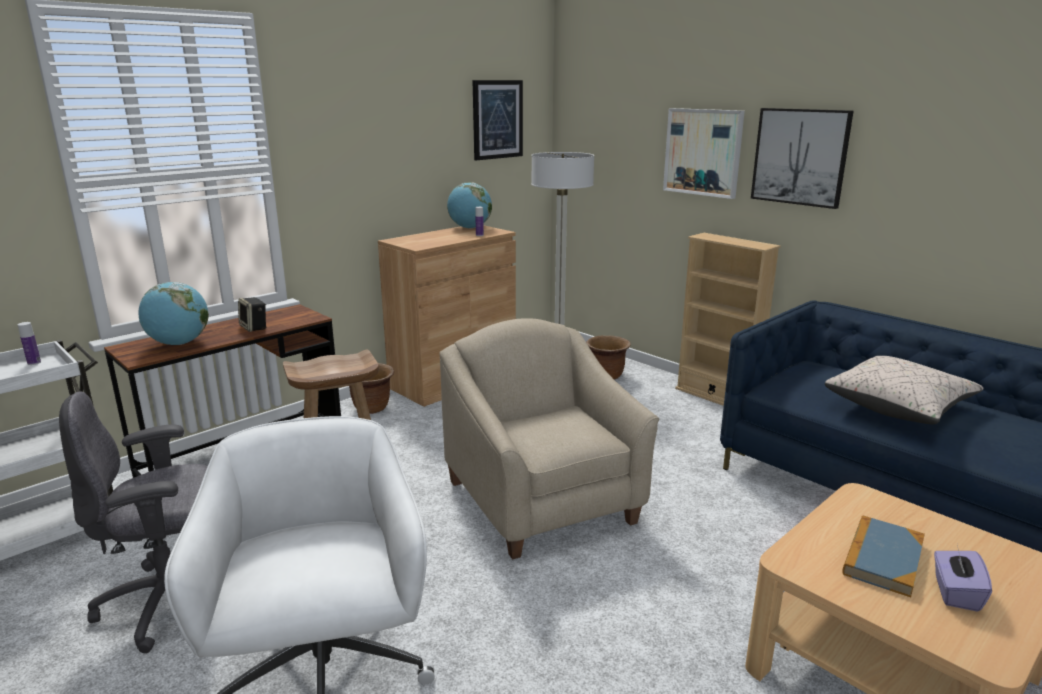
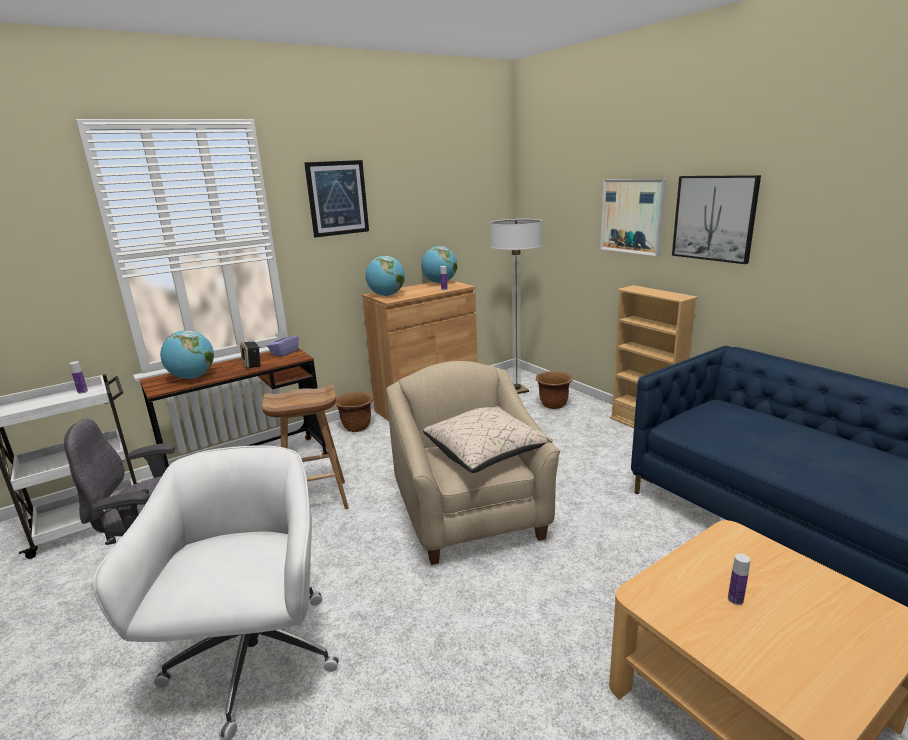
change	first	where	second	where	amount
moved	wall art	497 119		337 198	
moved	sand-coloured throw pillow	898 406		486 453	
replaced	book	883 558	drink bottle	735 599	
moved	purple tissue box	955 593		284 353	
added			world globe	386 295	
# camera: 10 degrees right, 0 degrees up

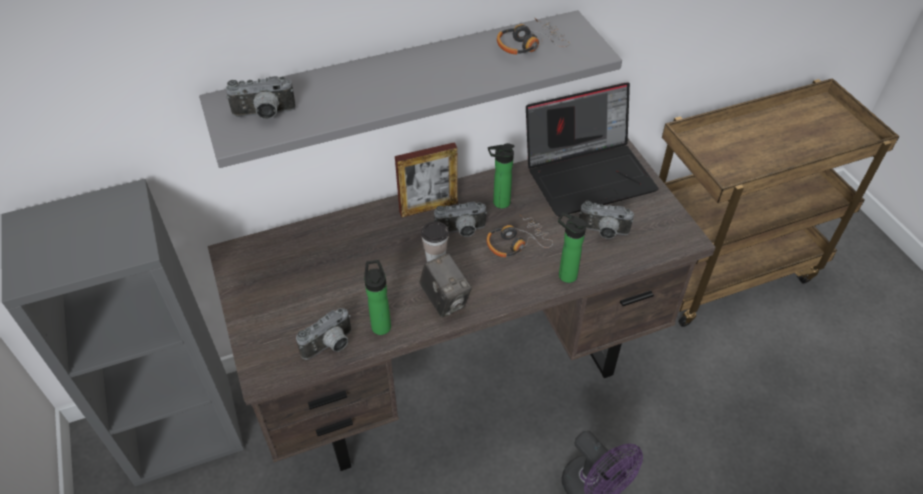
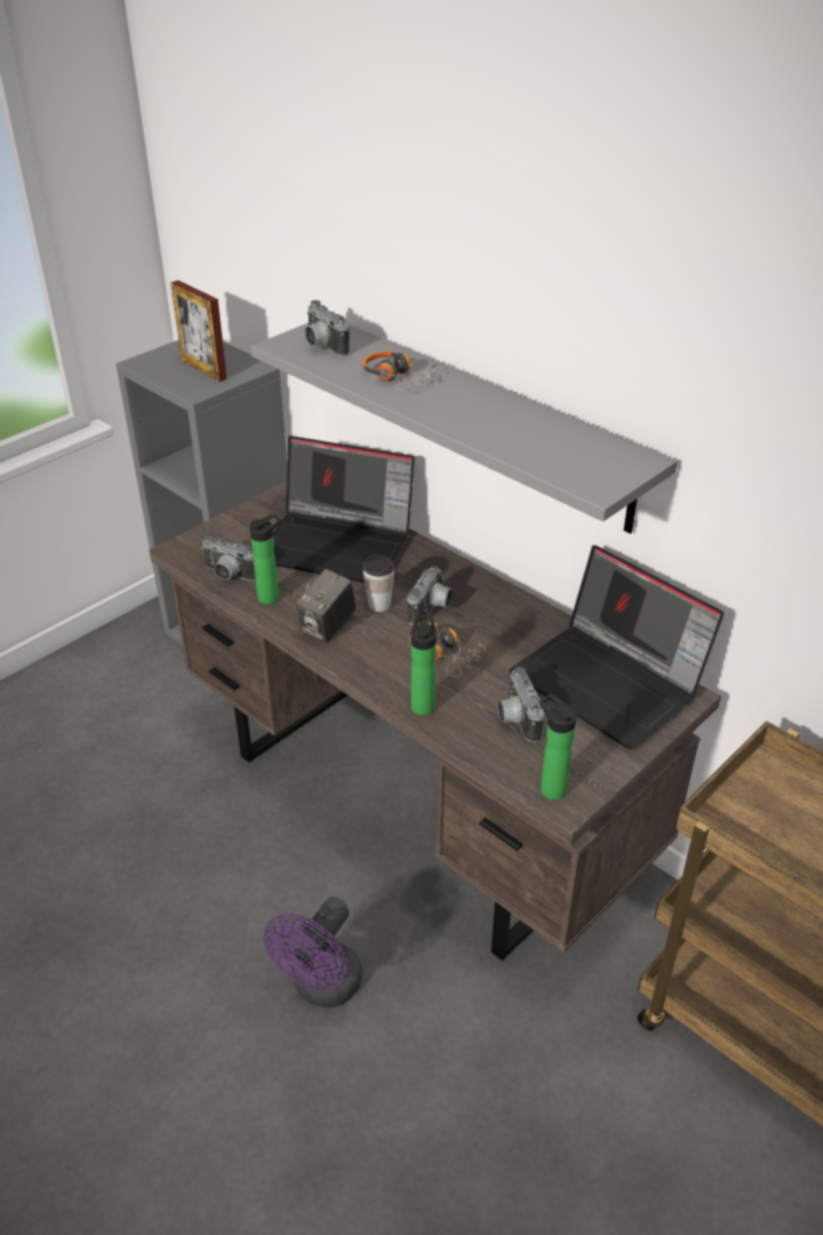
change	first	where	second	where	amount
moved	picture frame	428 207		204 369	
turned	still camera	461 232		432 610	120 degrees counterclockwise
moved	drink bottle	498 203		550 788	
moved	headphones	529 45		398 378	
added			notebook computer	338 545	
# camera: 65 degrees right, 10 degrees down

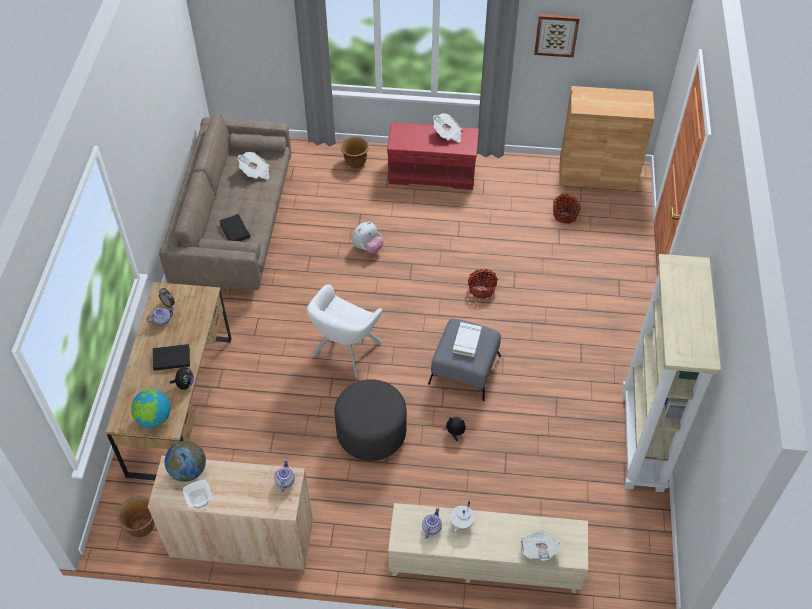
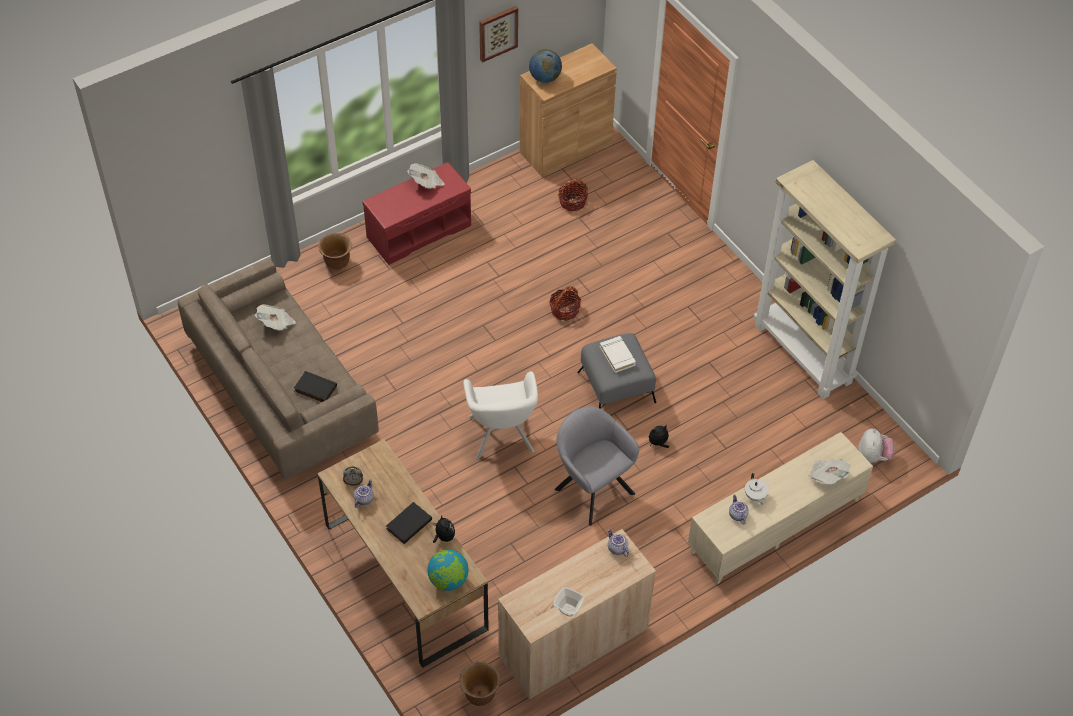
change	first	where	second	where	amount
moved	world globe	188 471		545 78	
replaced	greyish footrest	371 432	greyish lounge chair	592 488	
moved	plush toy	367 247		873 456	
# camera: 40 degrees left, 0 degrees up

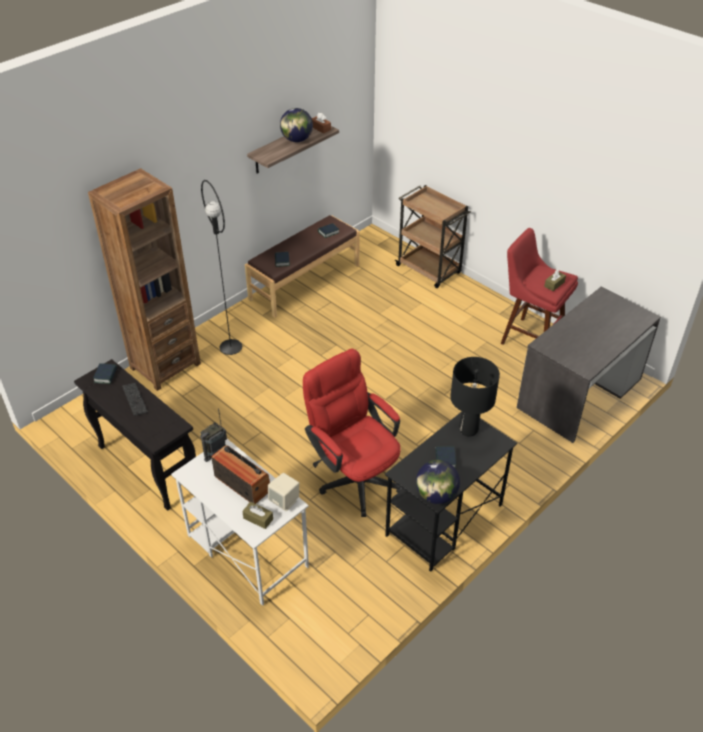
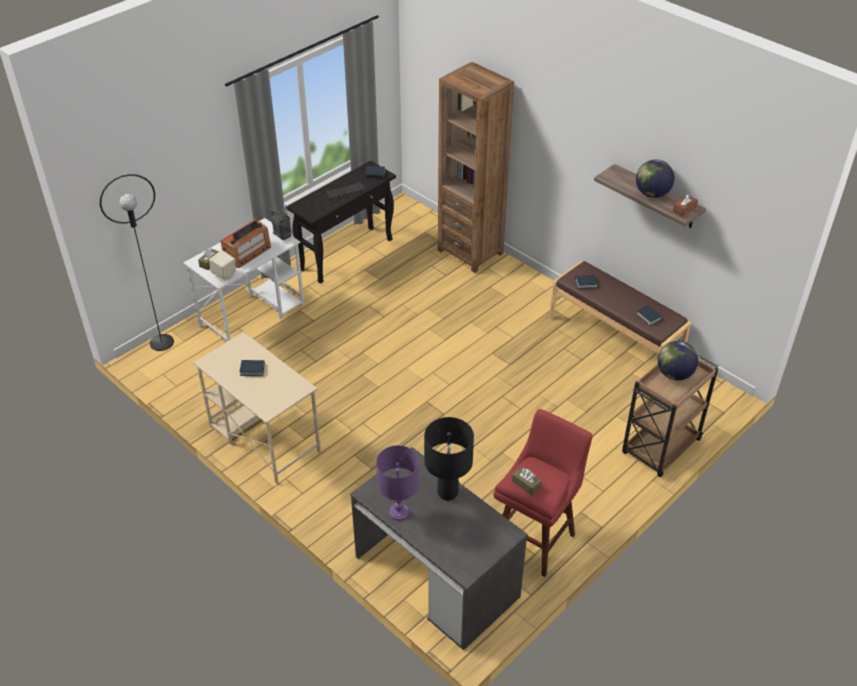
change	first	where	second	where	amount
moved	blackish floor lamp	230 347		162 342	
removed	red-coloured desk chair	354 476			
recoloured	blackish desk unit	444 521	sand-coloured desk unit	264 439	
moved	world globe	436 495		674 374	
moved	blackish table lamp	468 429		448 493	
added			purple table lamp	399 512	
# camera: 90 degrees right, 0 degrees up

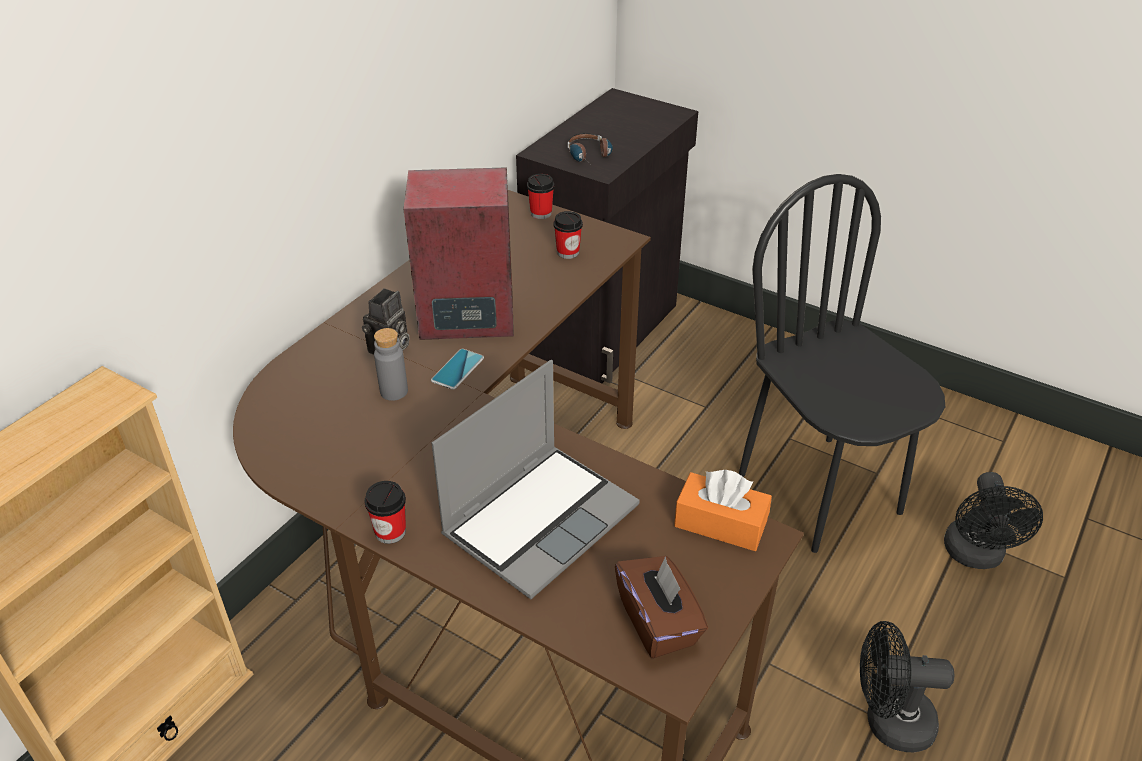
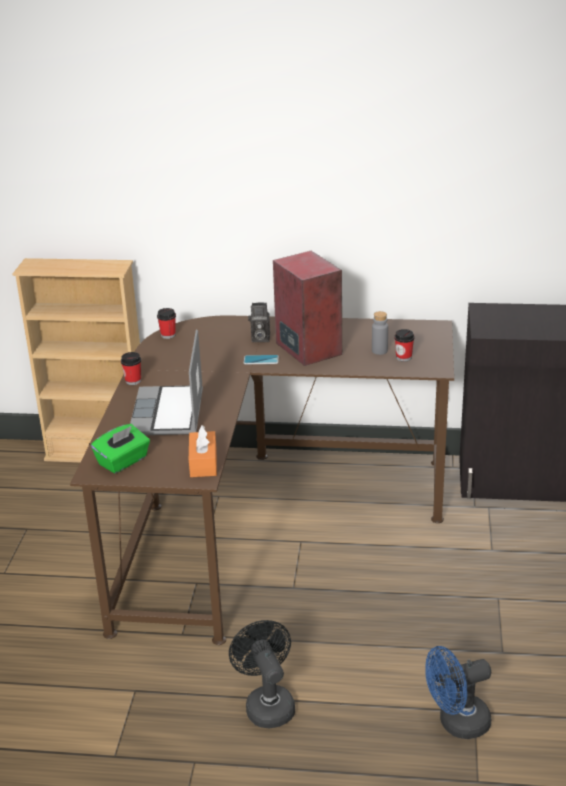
change	first	where	second	where	amount
moved	greyish drink bottle	394 391		379 351	
turned	notebook computer	540 519		169 414	75 degrees clockwise
moved	drinking cup	541 213		168 335	
removed	headphones	591 157			
recoloured	brownish tissue box	658 622	green-coloured tissue box	123 461	
removed	blackish plain chair	820 492			
recoloured	blackish cooling fan	975 556	bluish cooling fan	457 723	
# camera: 65 degrees right, 10 degrees down

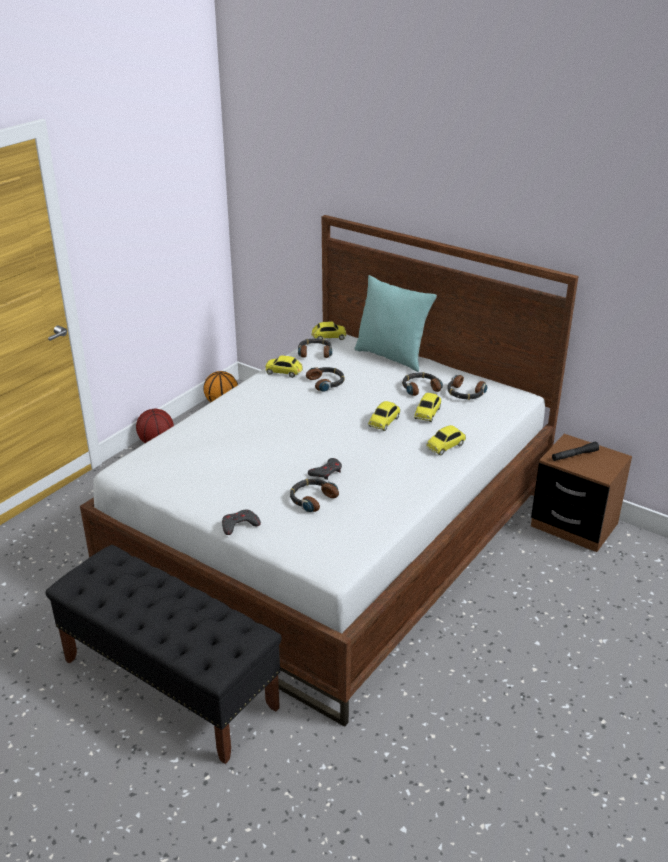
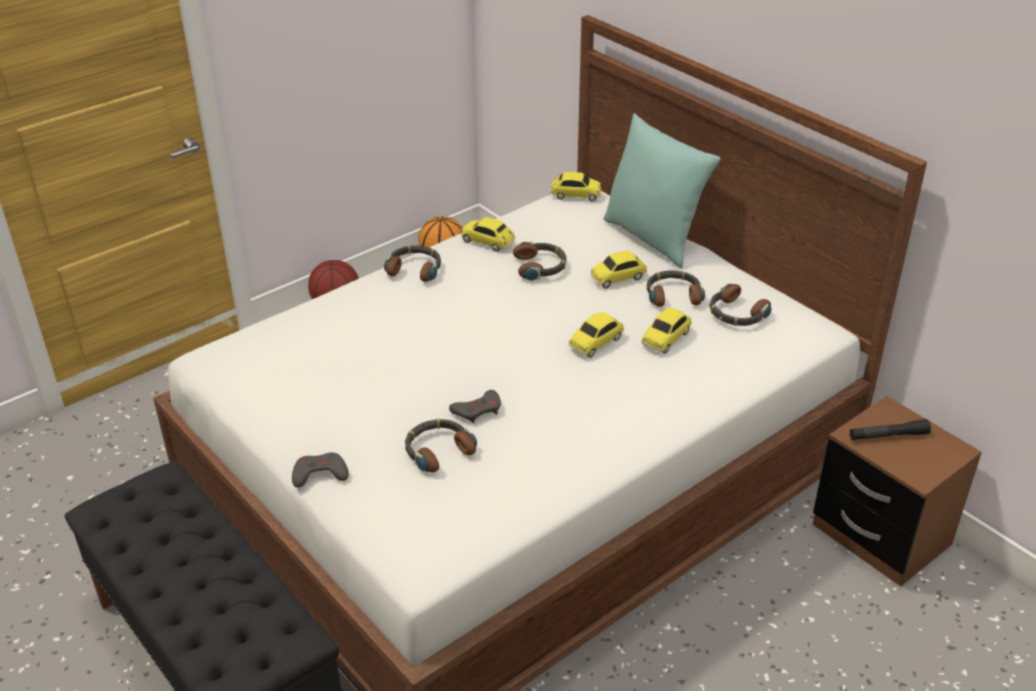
change	first	where	second	where	amount
moved	headphones	315 352		415 269	
moved	toy car	445 446		618 277	
# camera: 15 degrees right, 5 degrees up

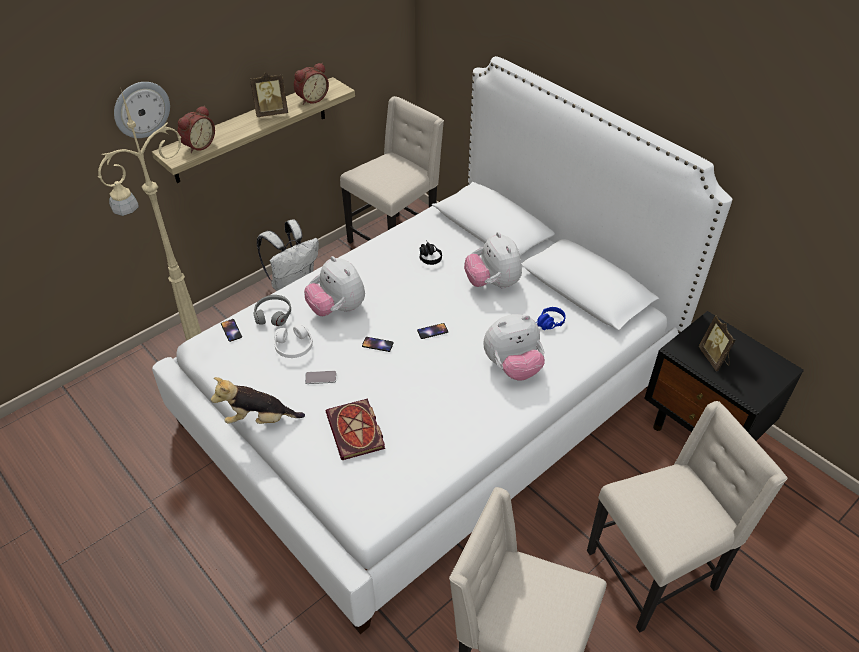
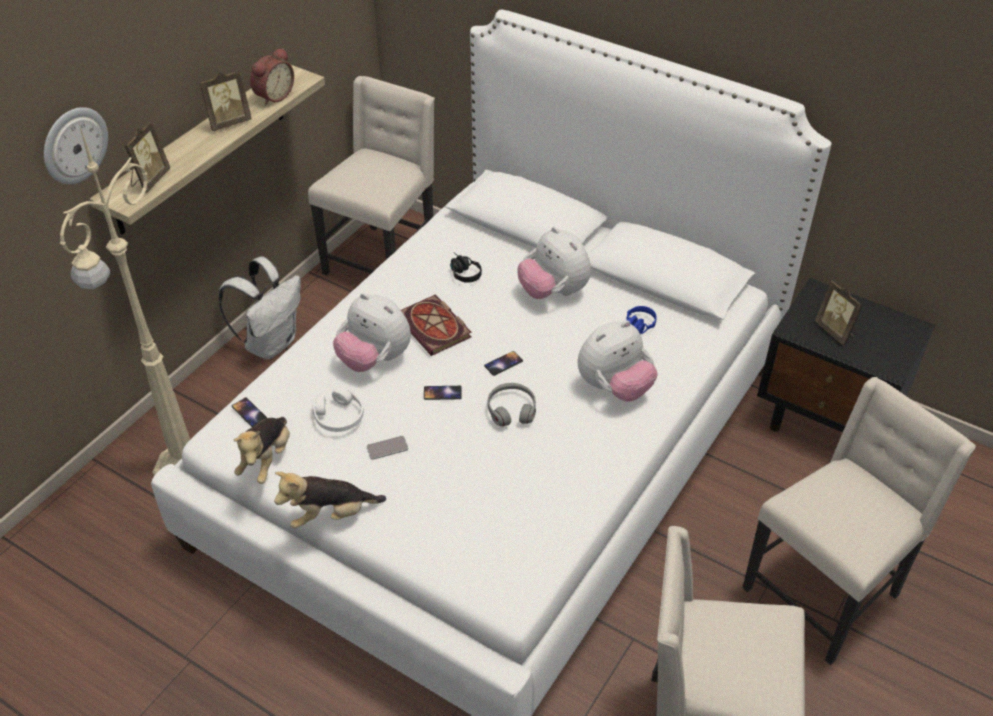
change	first	where	second	where	amount
replaced	alarm clock	198 145	picture frame	150 180	
moved	greyish headphones	273 314		511 410	
moved	book	357 432		435 328	
added			plush toy	267 459	
# camera: 15 degrees left, 0 degrees up

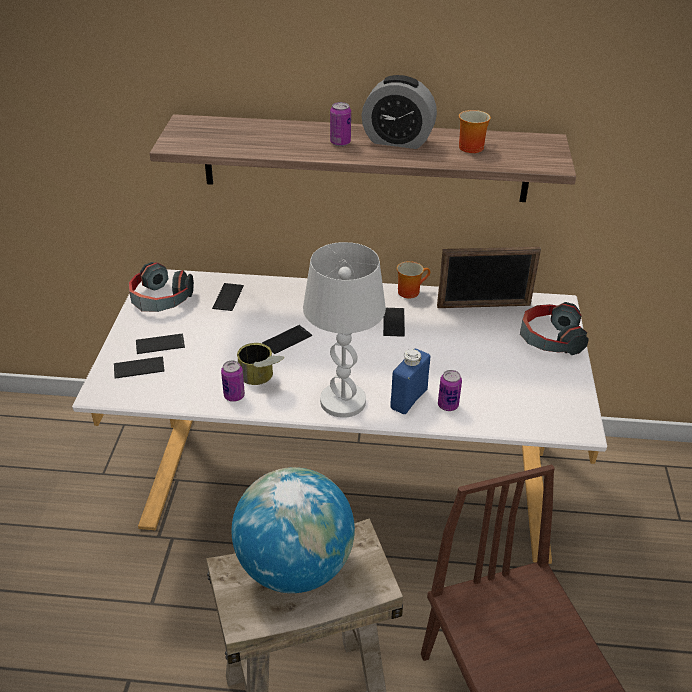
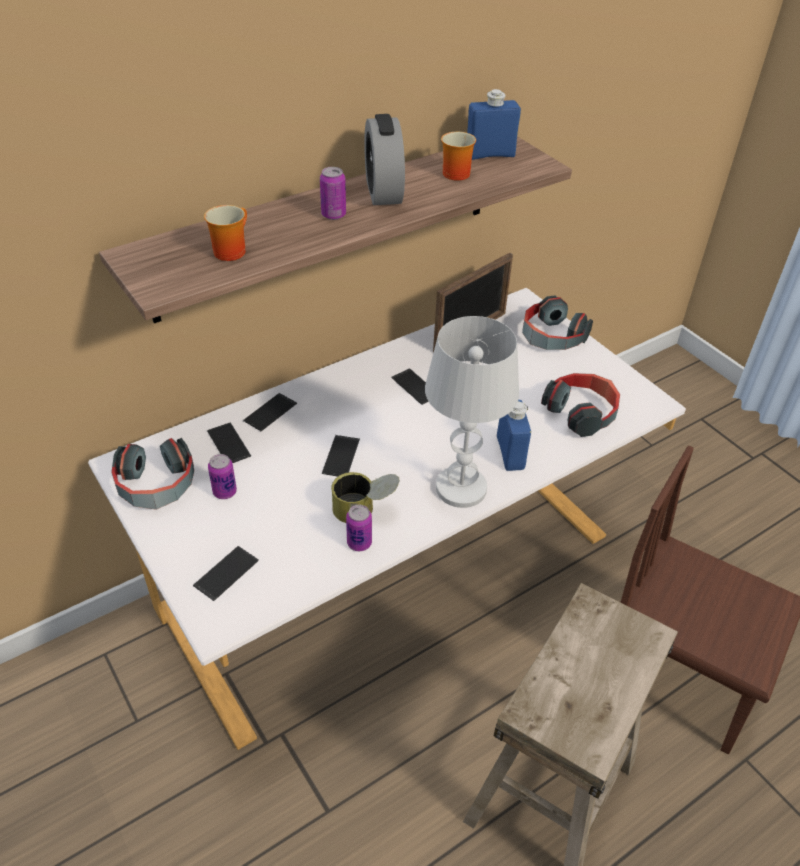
change	first	where	second	where	amount
moved	telephone	160 344		270 412	
removed	world globe	294 567			
turned	alarm clock	397 141		383 192	105 degrees clockwise
moved	coffee mug	410 291		229 250	
moved	can	448 405		225 492	
added			bluish drink bottle	490 155	
added			headphones	581 412	
# camera: 40 degrees left, 5 degrees up

